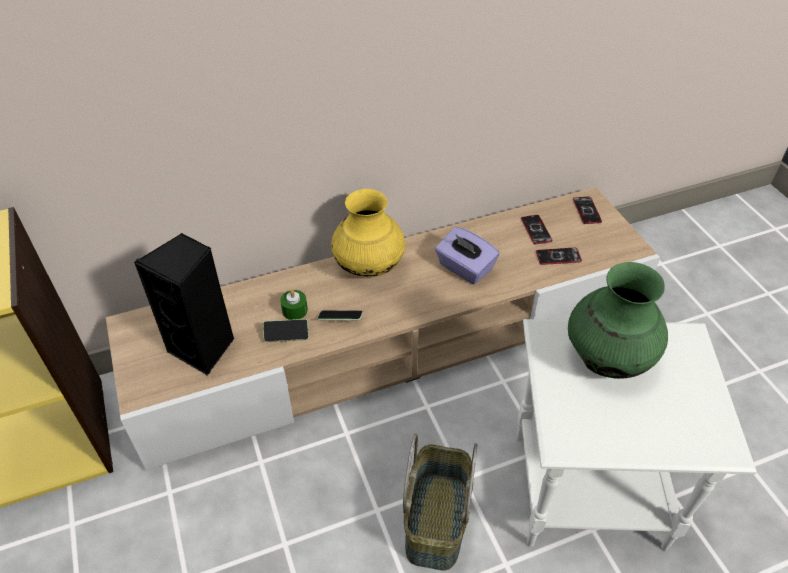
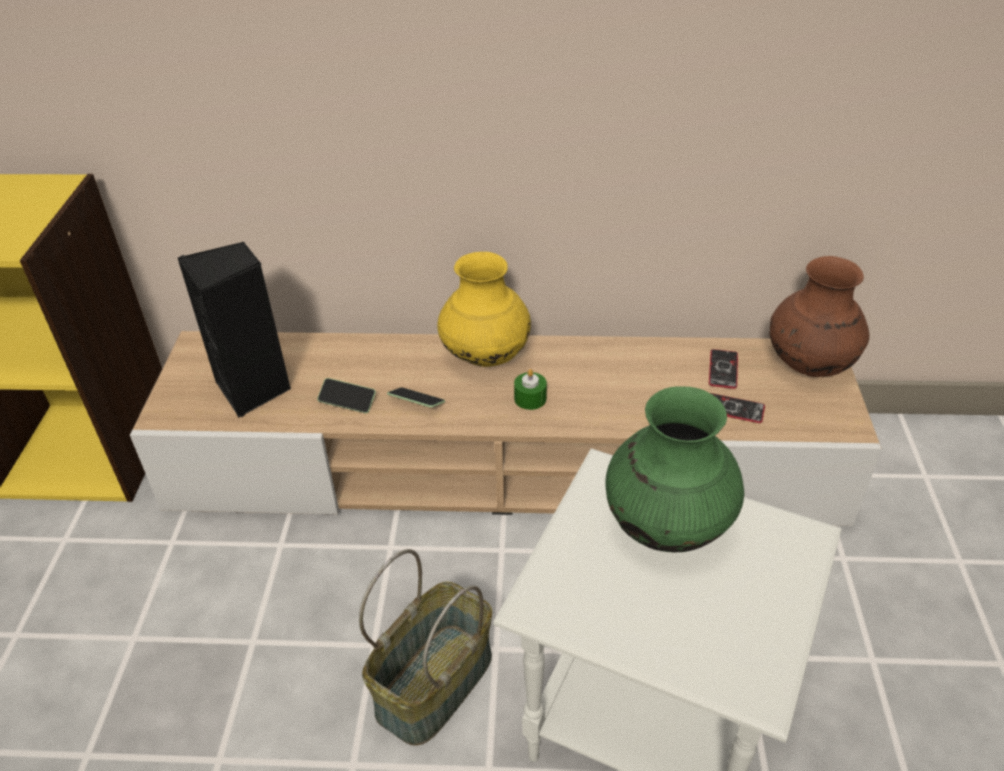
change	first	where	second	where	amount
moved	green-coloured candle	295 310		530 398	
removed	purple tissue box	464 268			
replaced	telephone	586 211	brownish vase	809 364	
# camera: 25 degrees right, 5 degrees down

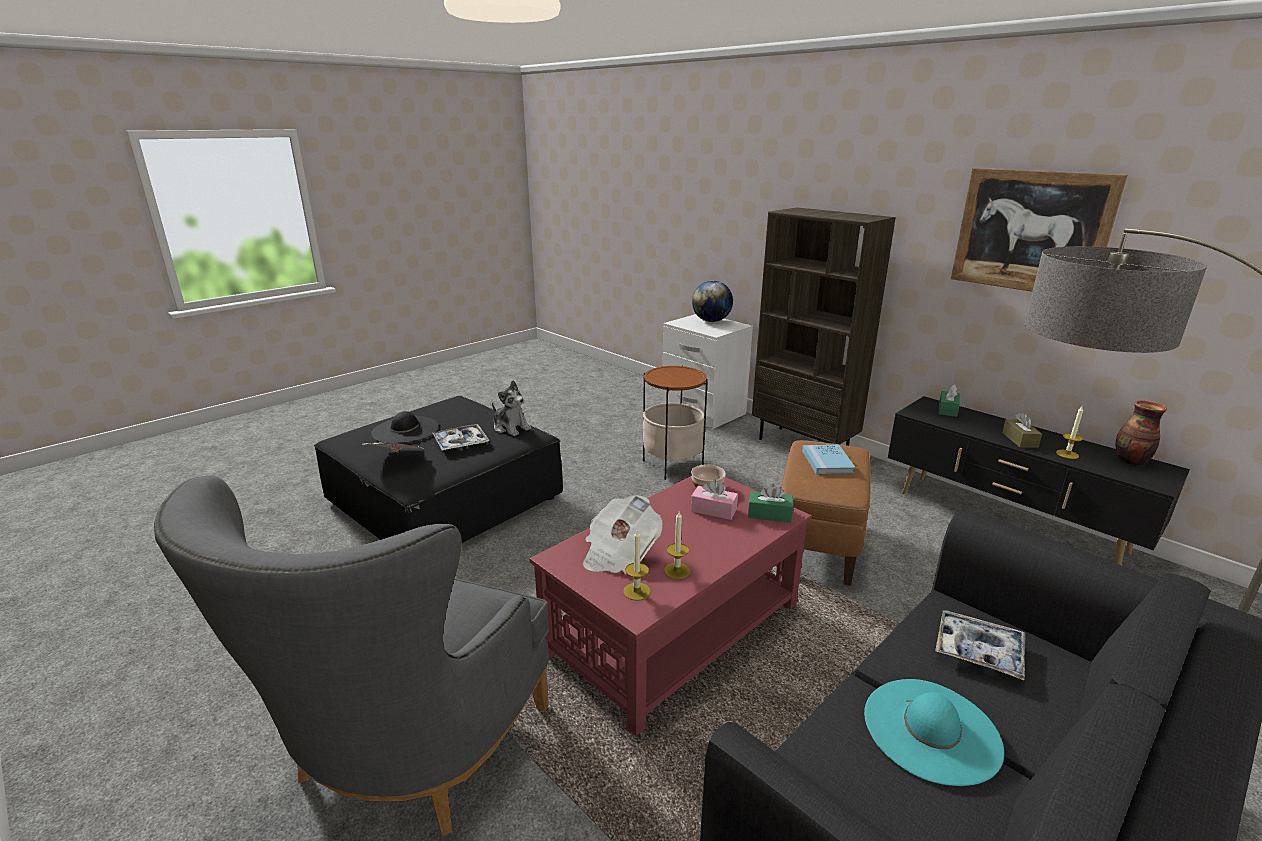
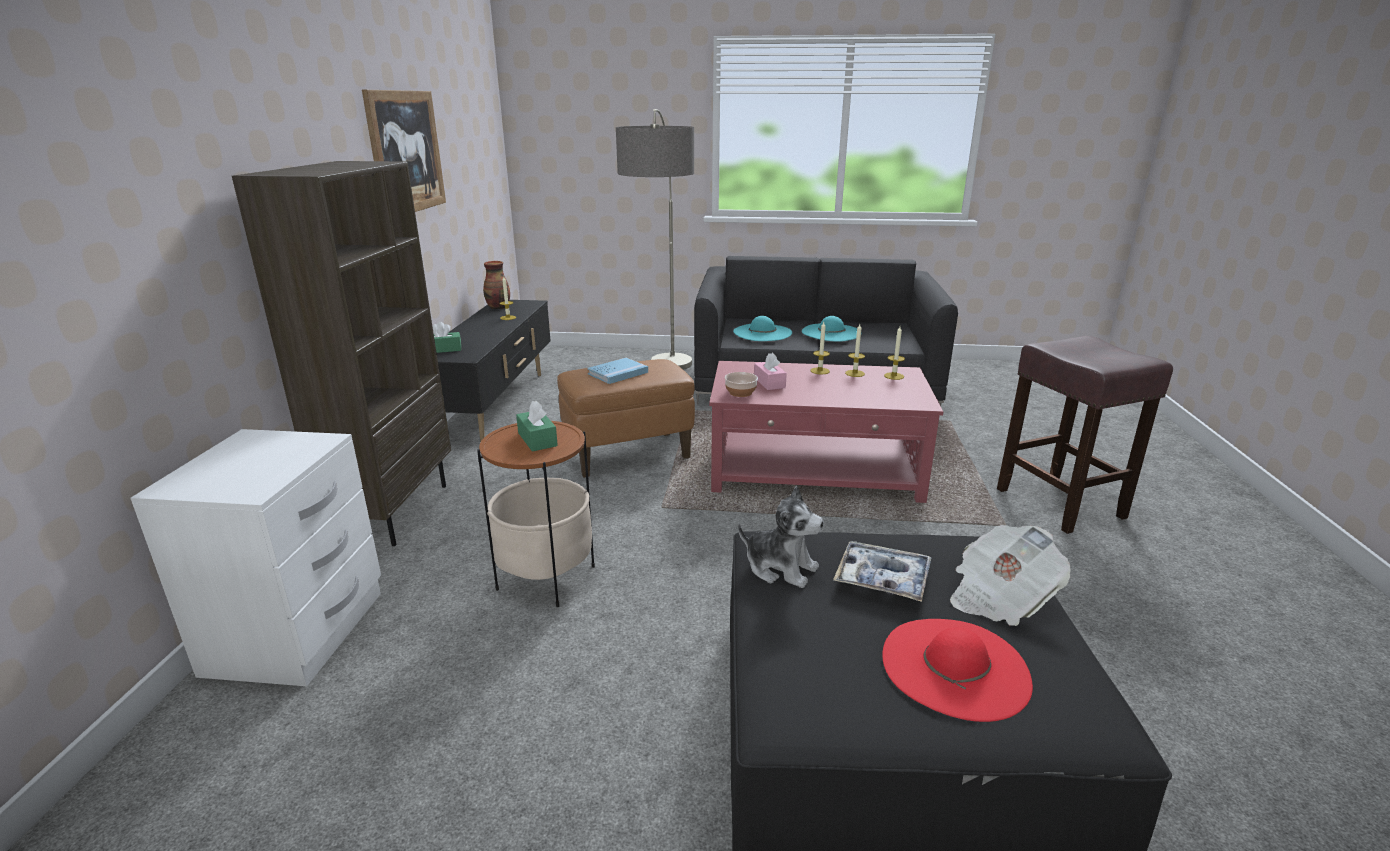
change	first	where	second	where	amount
replaced	greyish lounge chair	403 759	brownish sitting stool	1061 504	
recoloured	blackish hat	405 430	red-coloured hat	955 666	
turned	plush toy	511 428		780 568	120 degrees clockwise
removed	printed paper	619 553			
removed	world globe	711 321			
moved	green-coloured tissue box	769 514		537 439	
replaced	tray	978 651	blue-green hat	762 332	
removed	brownish tissue box	1019 440			
added			candle	820 371	
# camera: 130 degrees left, 0 degrees up

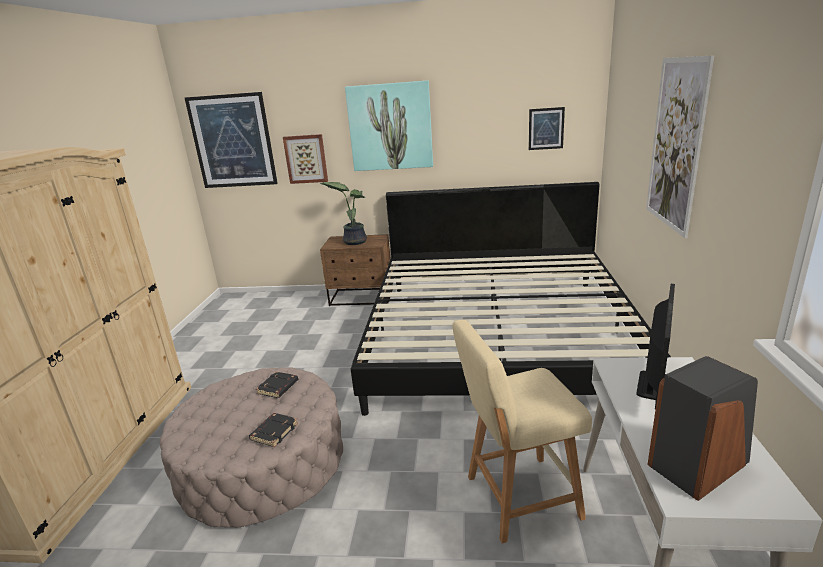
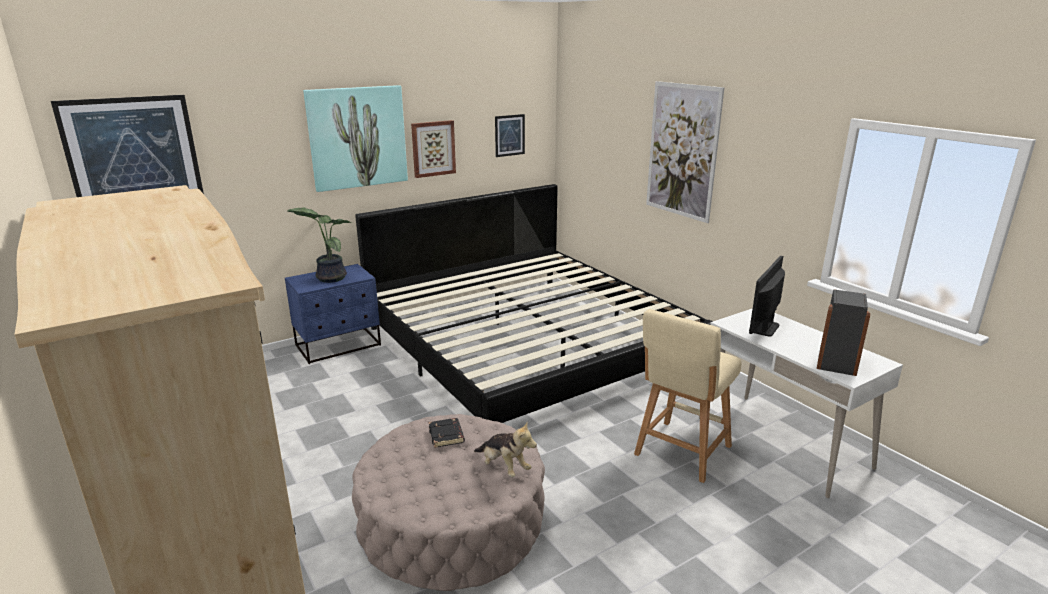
change	first	where	second	where	amount
replaced	blackish book	274 432	plush toy	504 467	
moved	wall art	306 159		433 148	
recoloured	brownish nightstand	362 298	bluish nightstand	339 346	
turned	computer display	654 386		764 328	135 degrees counterclockwise
# camera: 40 degrees left, 0 degrees up

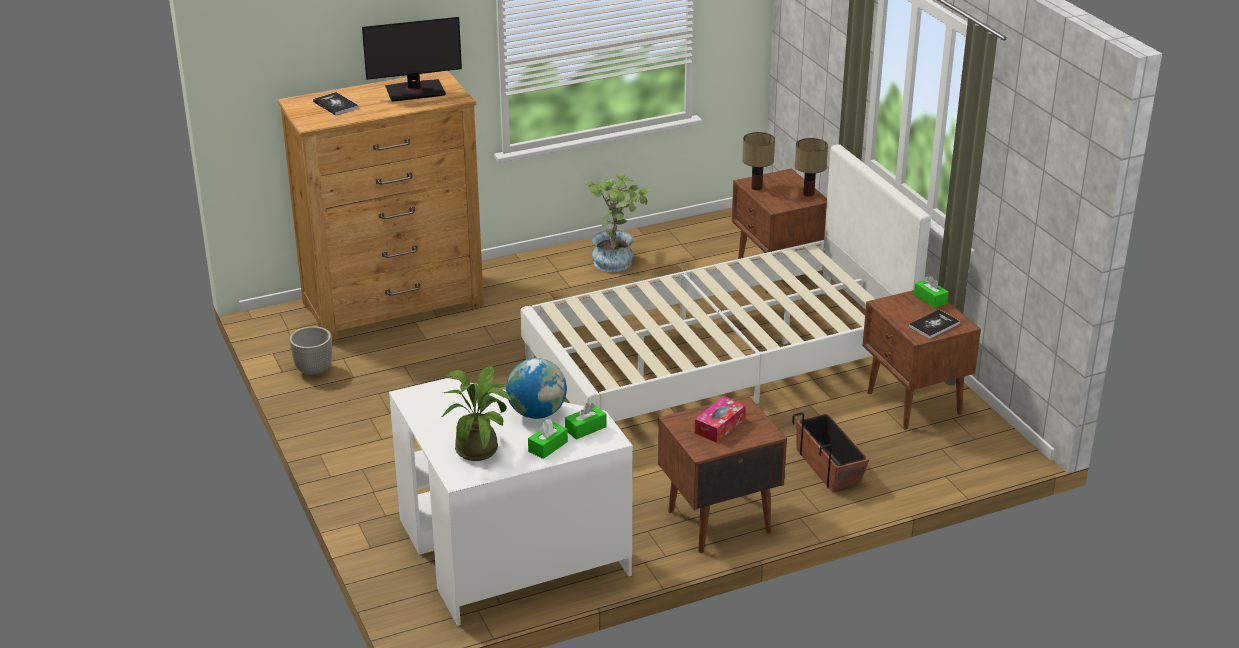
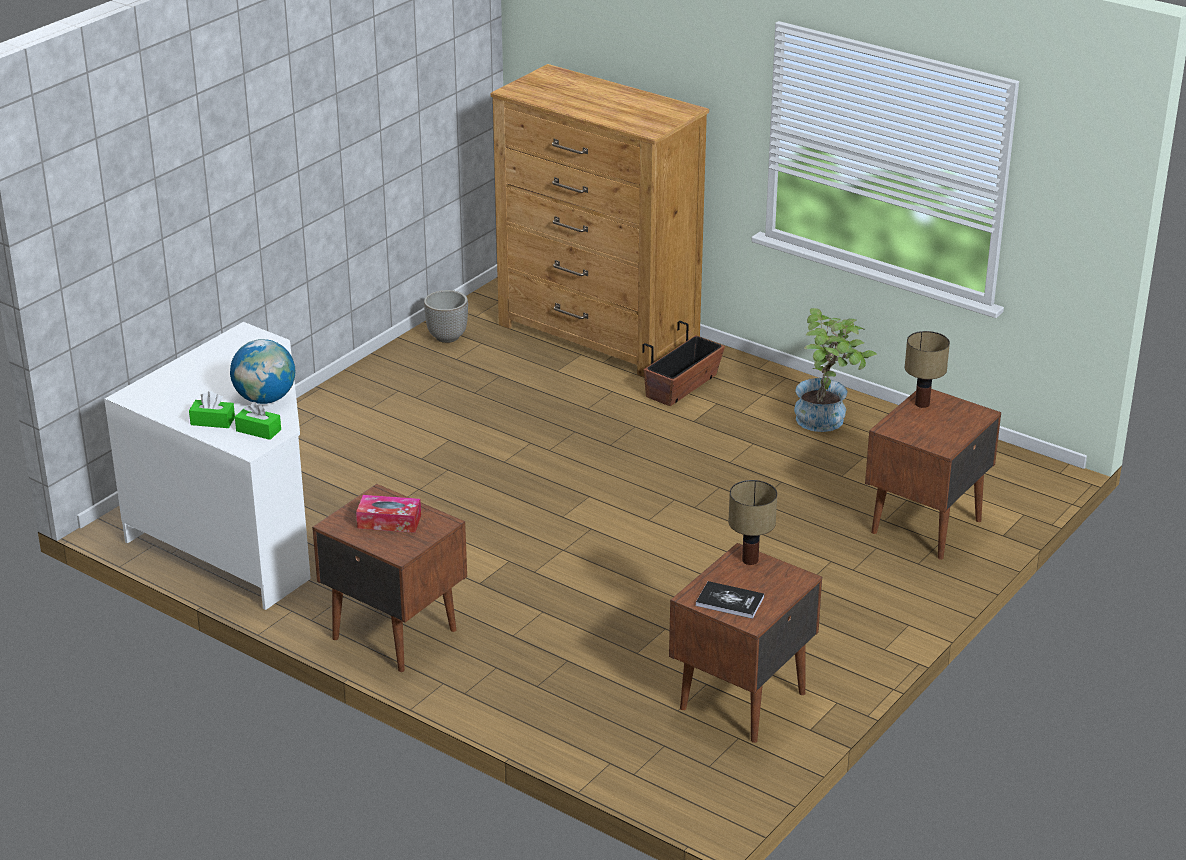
change	first	where	second	where	amount
removed	book	335 105			
removed	computer display	415 91			
removed	potted plant	480 447			
removed	whitish sleeping bed	718 364			
moved	planter	828 467		682 386	
moved	table lamp	808 194		750 559	
removed	green-coloured tissue box	930 299			
# camera: 60 degrees right, 0 degrees up

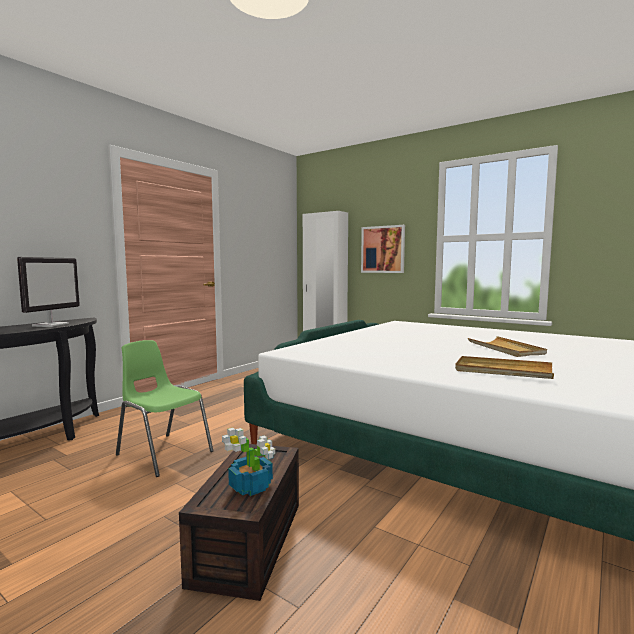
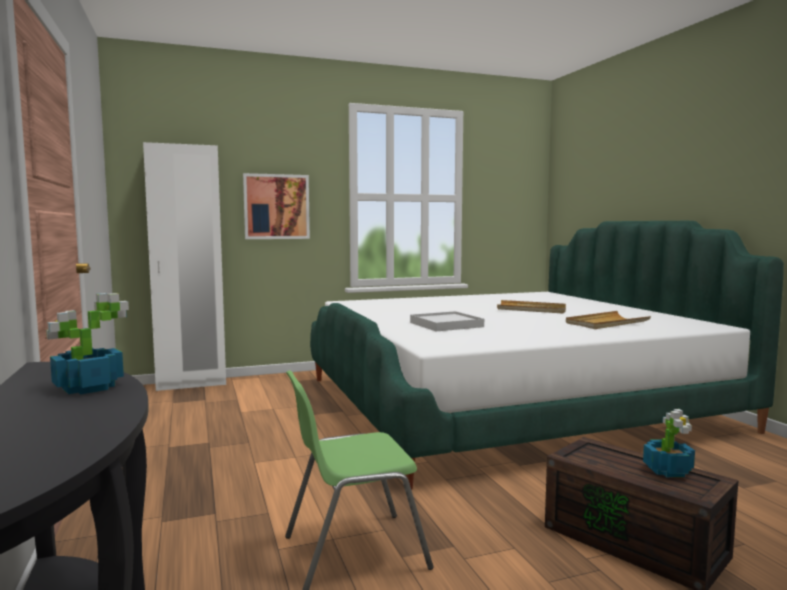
change	first	where	second	where	amount
replaced	computer display	51 325	potted plant	87 387	
added			whitish tray	446 325	
# camera: 55 degrees left, 0 degrees up

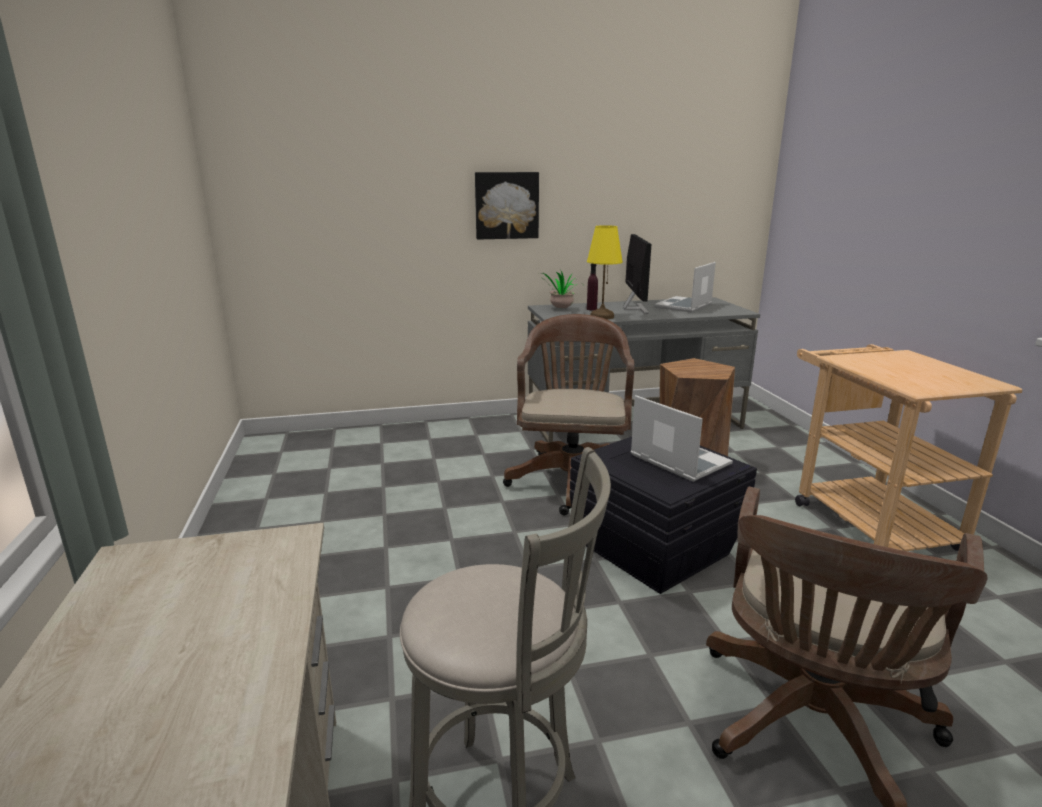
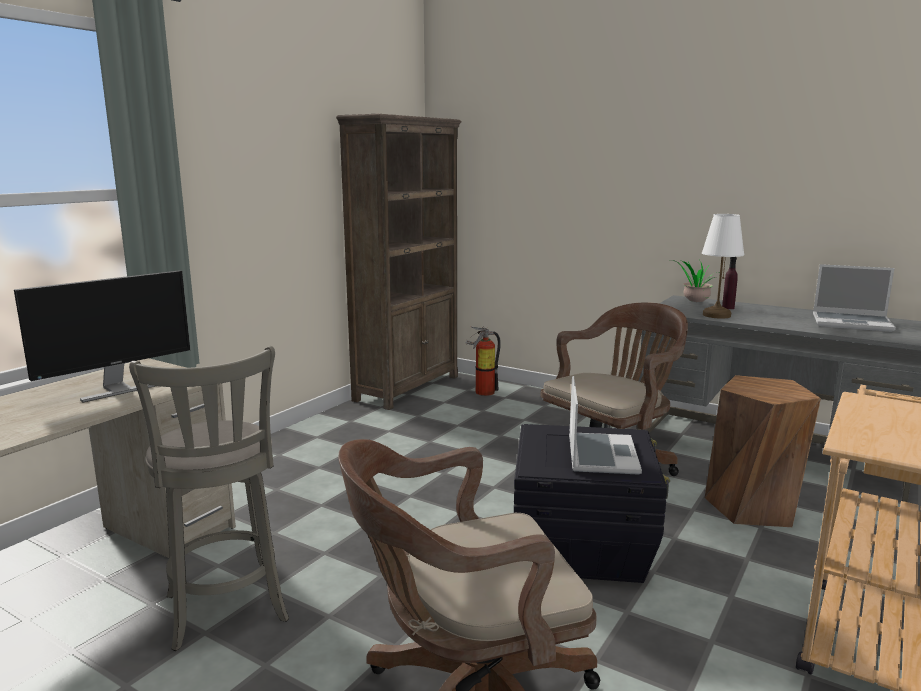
change	first	where	second	where	amount
removed	wall art	506 205			
recoloured	yellow table lamp	601 317	whitish table lamp	716 315	
moved	computer display	634 309		117 389	
turned	notebook computer	684 306		852 323	150 degrees counterclockwise
added			brownish bookcase	408 388	
added			extinguisher	481 392	
# camera: 45 degrees right, 5 degrees down

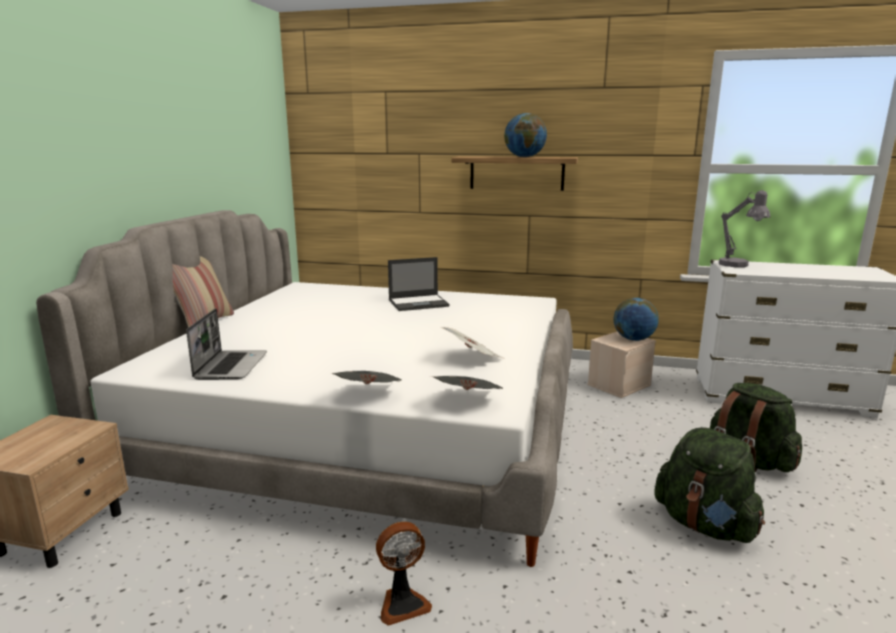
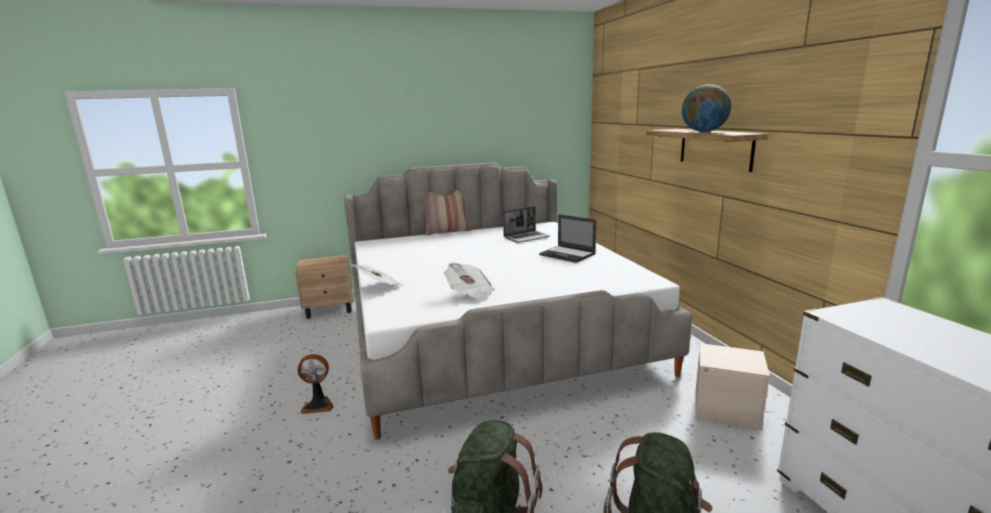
change	first	where	second	where	amount
moved	notebook computer	230 366		527 237	
turned	cooling fan	402 603		318 405	45 degrees counterclockwise
removed	printed paper	468 401			
removed	world globe	633 339			
removed	greyish table lamp	738 265			
# camera: 60 degrees right, 0 degrees up

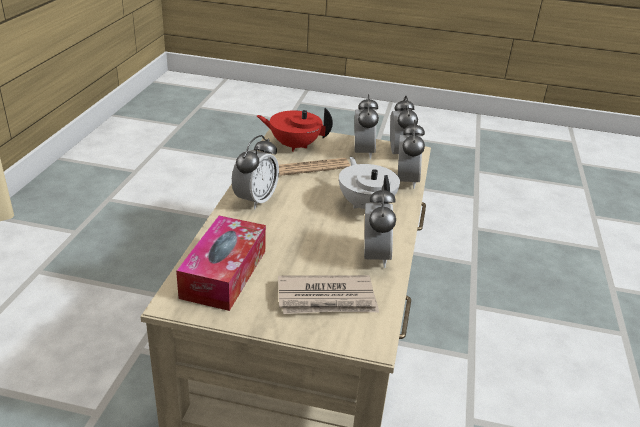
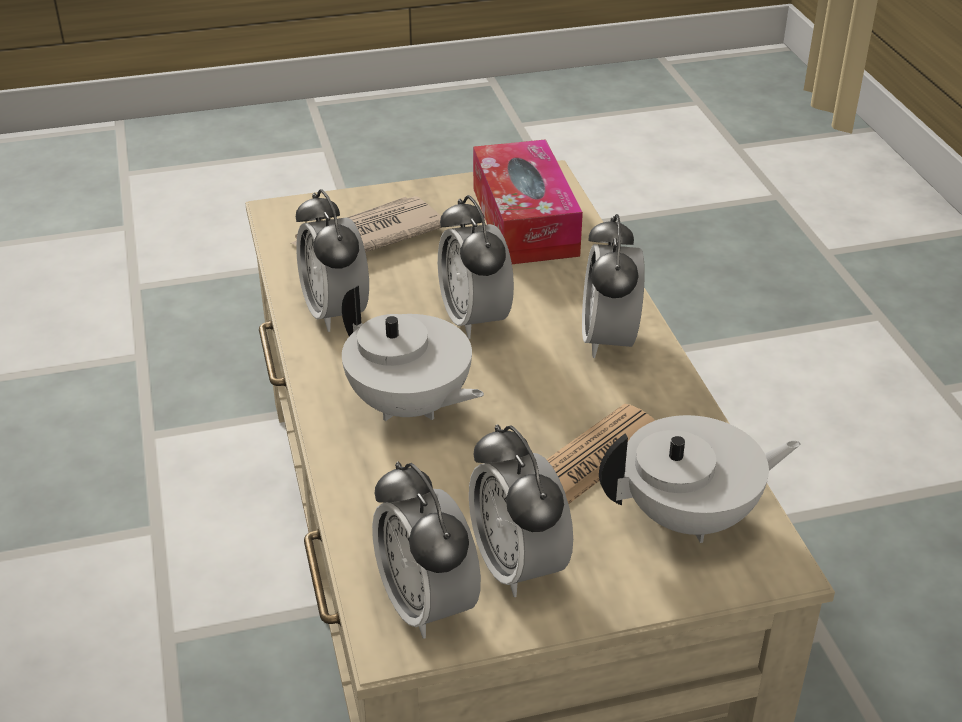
change	first	where	second	where	amount
recoloured	red-coloured tea pot	294 145	whitish tea pot	691 517	
moved	alarm clock	406 181		474 319	
# camera: 155 degrees right, 5 degrees up

